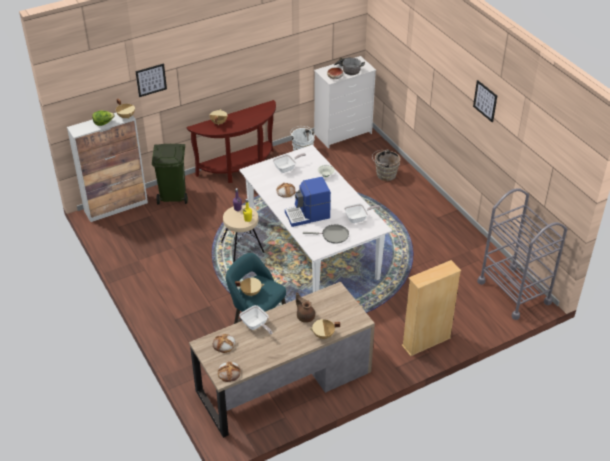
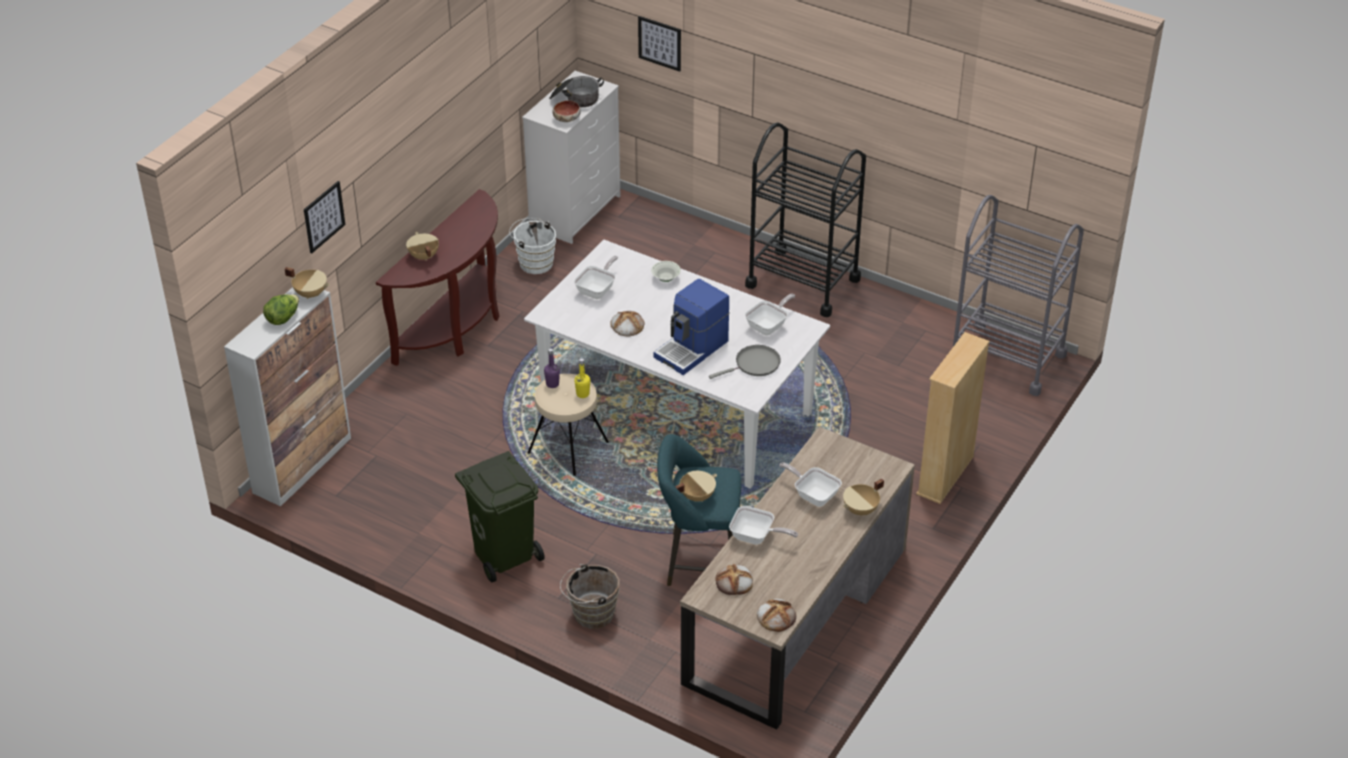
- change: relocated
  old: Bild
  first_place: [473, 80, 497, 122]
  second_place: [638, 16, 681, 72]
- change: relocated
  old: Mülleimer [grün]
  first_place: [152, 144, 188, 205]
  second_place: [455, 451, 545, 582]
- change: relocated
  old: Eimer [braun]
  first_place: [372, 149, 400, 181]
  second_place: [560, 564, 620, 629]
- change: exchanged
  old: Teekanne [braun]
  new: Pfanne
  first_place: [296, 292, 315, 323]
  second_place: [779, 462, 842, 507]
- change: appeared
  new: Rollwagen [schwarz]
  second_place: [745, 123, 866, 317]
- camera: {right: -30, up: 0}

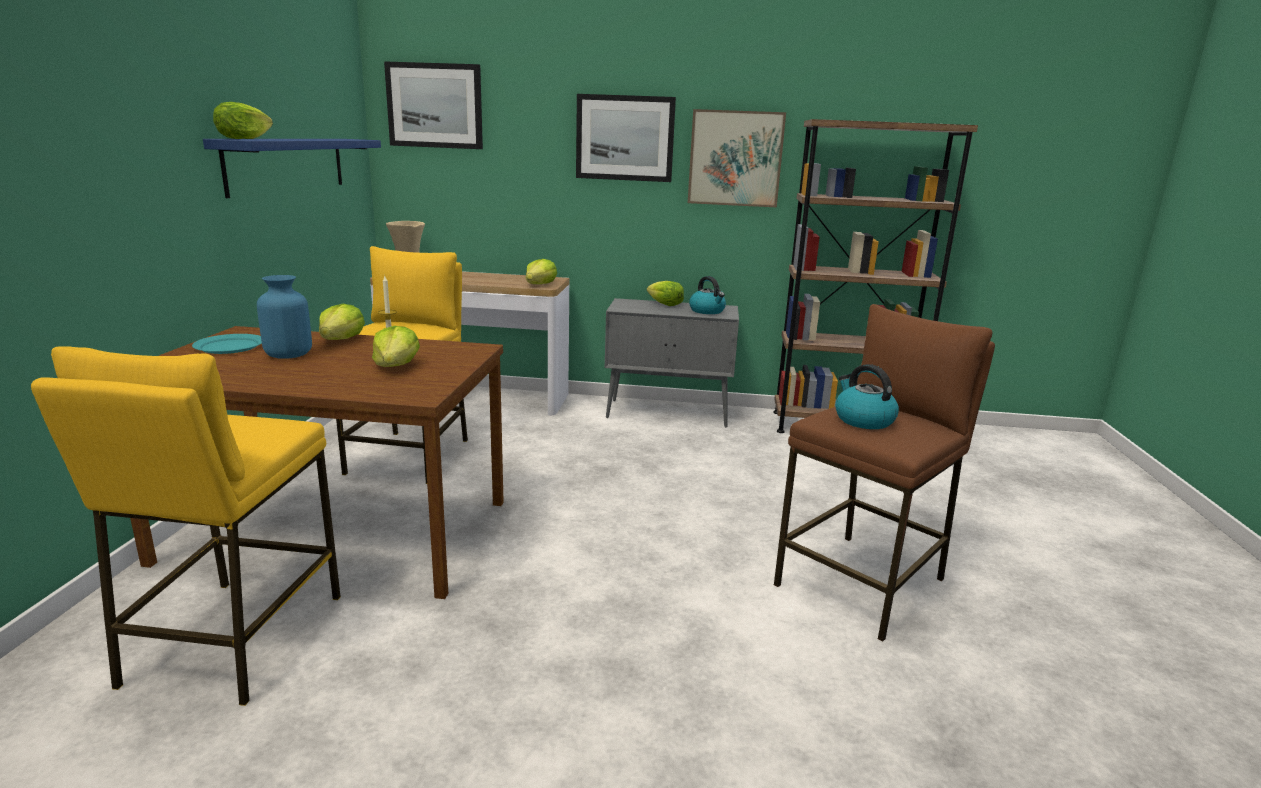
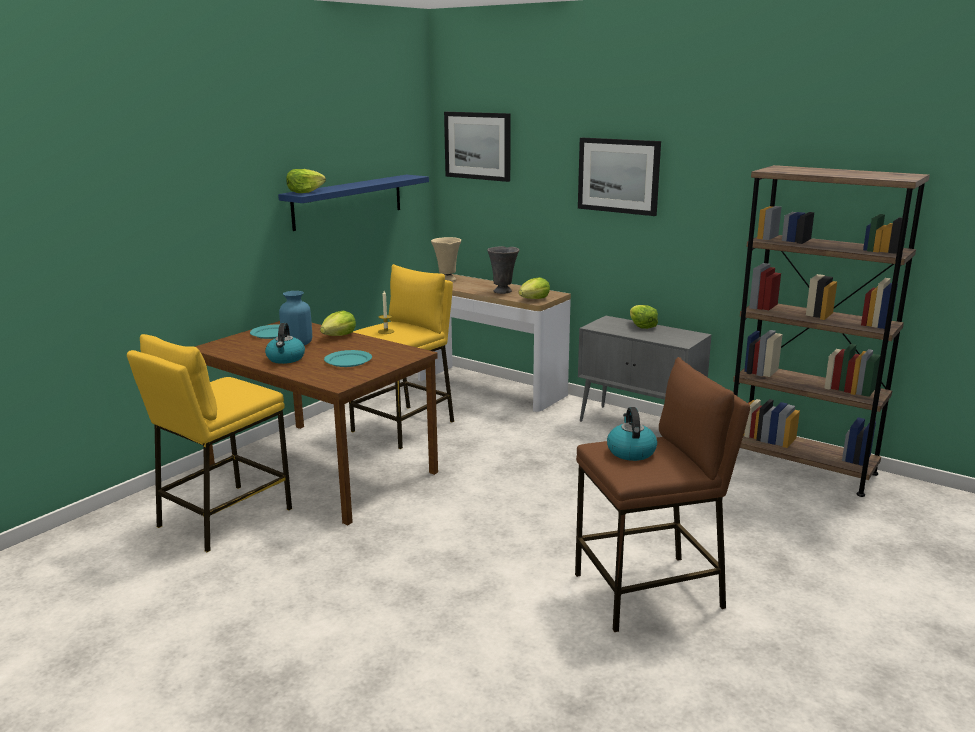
- change: missing
  old: Bild
  first_place: [688, 109, 786, 207]
- change: relocated
  old: Wasserkessel
  first_place: [689, 276, 726, 314]
  second_place: [265, 323, 305, 364]
- change: exchanged
  old: Salatkopf
  new: Teller [türkis]
  first_place: [372, 326, 420, 367]
  second_place: [324, 350, 372, 367]
- change: appeared
  new: Vase [grau]
  second_place: [487, 246, 519, 294]
- camera: {right: 30, up: 0}

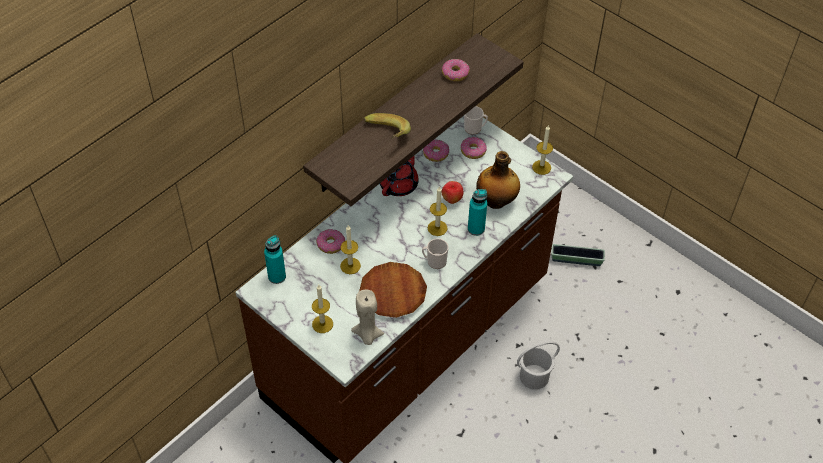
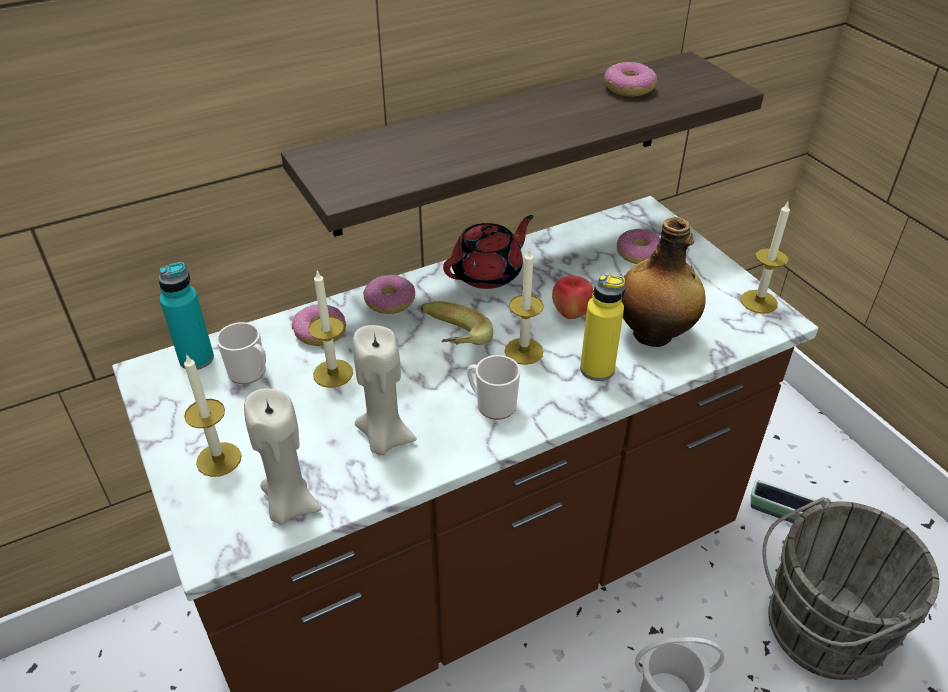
- change: relocated
  old: Henkelbecher
  first_place: [464, 106, 488, 135]
  second_place: [216, 322, 266, 384]
- change: relocated
  old: Banane
  first_place: [364, 113, 411, 138]
  second_place: [421, 301, 493, 345]
- change: relocated
  old: Donut
  first_place: [423, 139, 449, 162]
  second_place: [363, 275, 415, 314]
- change: colour
  old: Flasche [türkis]
  new: Flasche [gelb]
  first_place: [468, 189, 487, 236]
  second_place: [580, 274, 625, 381]
- change: exchanged
  old: Teller [braun]
  new: Kerze [beige]
  first_place: [359, 262, 427, 318]
  second_place: [353, 325, 417, 455]
- change: appeared
  new: Eimer [grau]
  second_place: [762, 497, 940, 680]
- camera: {right: 20, up: -10}

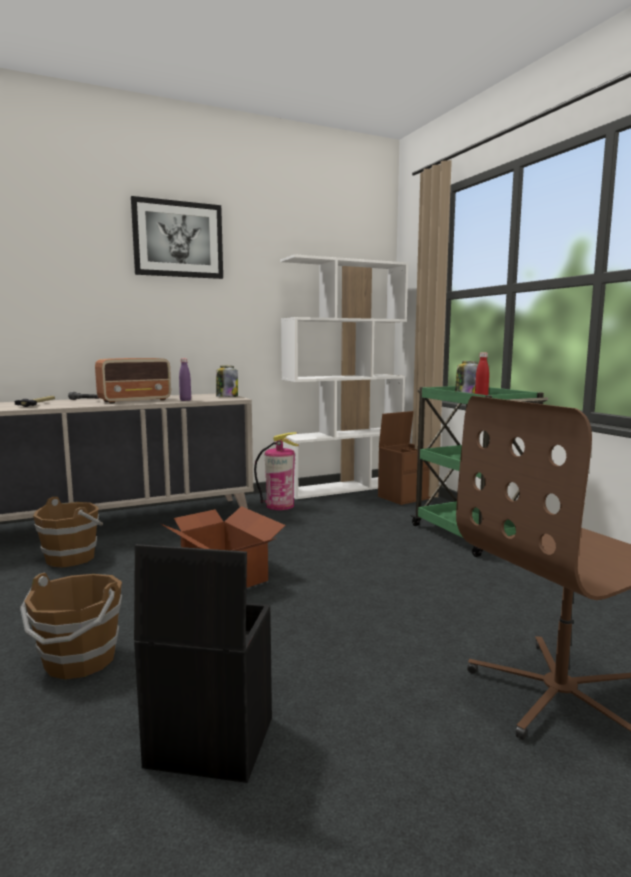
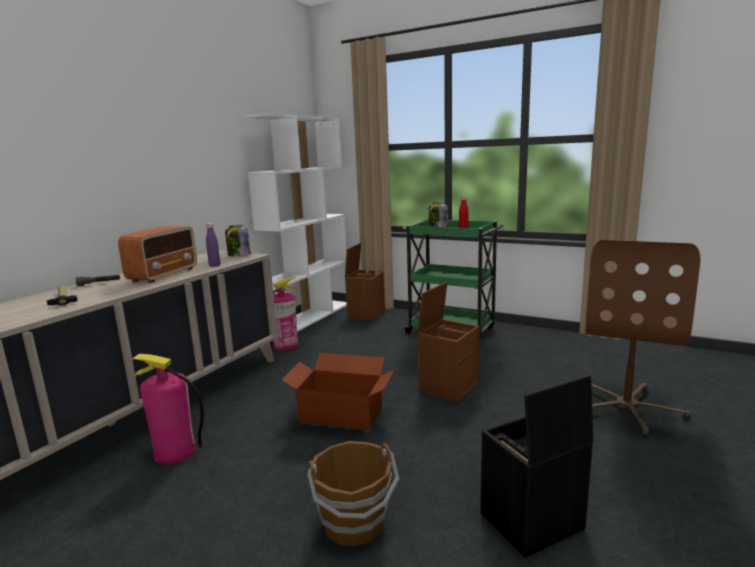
- change: missing
  old: Bild
  first_place: [131, 196, 223, 279]
- change: exchanged
  old: Eimer [braun]
  new: Feuerlöscher
  first_place: [33, 497, 103, 568]
  second_place: [132, 354, 204, 465]
- change: appeared
  new: Aufbewahrungsbox [braun]
  second_place: [417, 282, 480, 402]
- camera: {right: -35, up: 5}

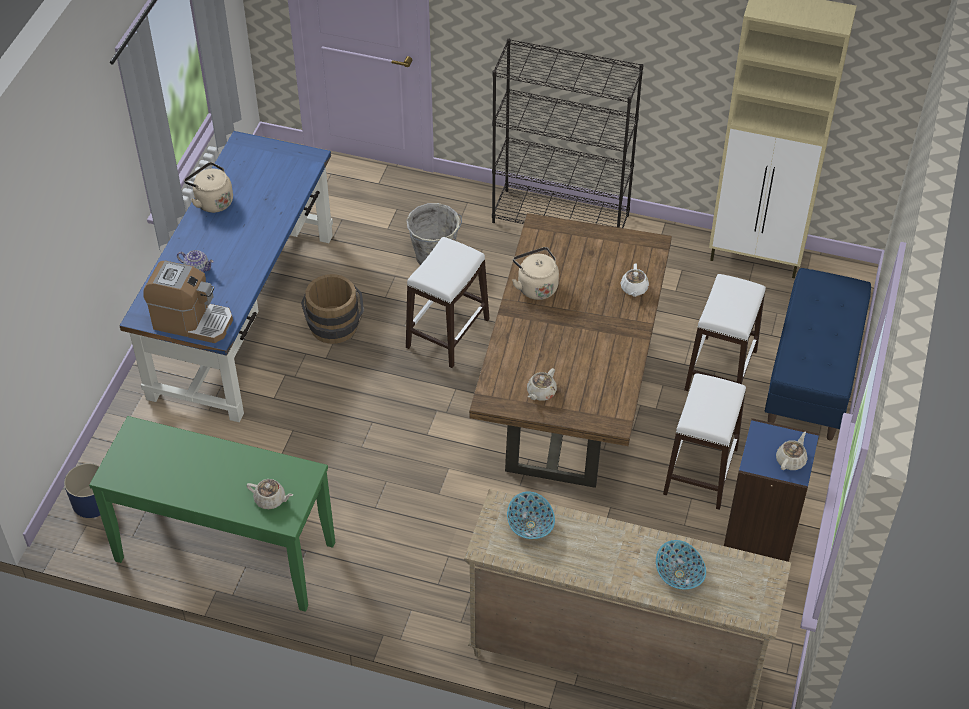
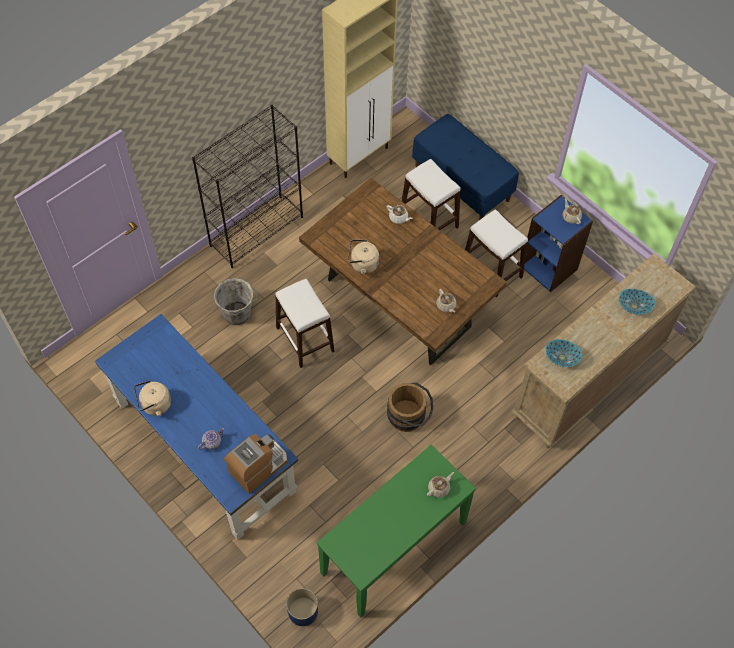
- change: relocated
  old: Eimer [braun]
  first_place: [301, 274, 364, 344]
  second_place: [387, 382, 433, 432]
- camera: {right: -60, up: 10}

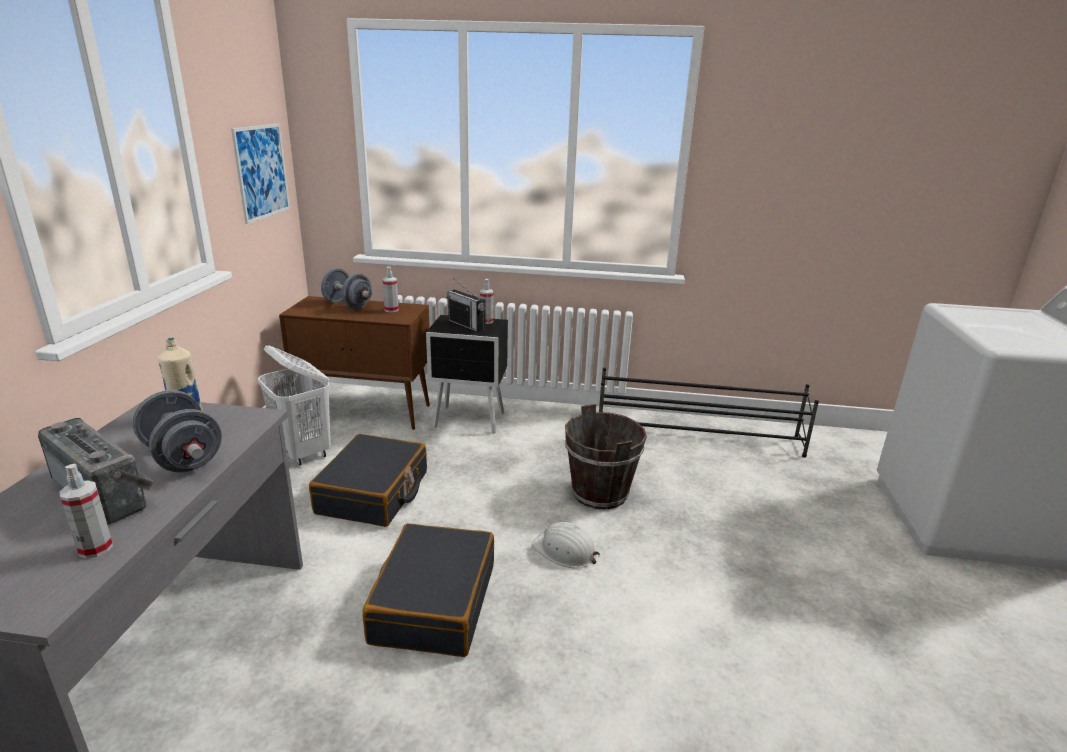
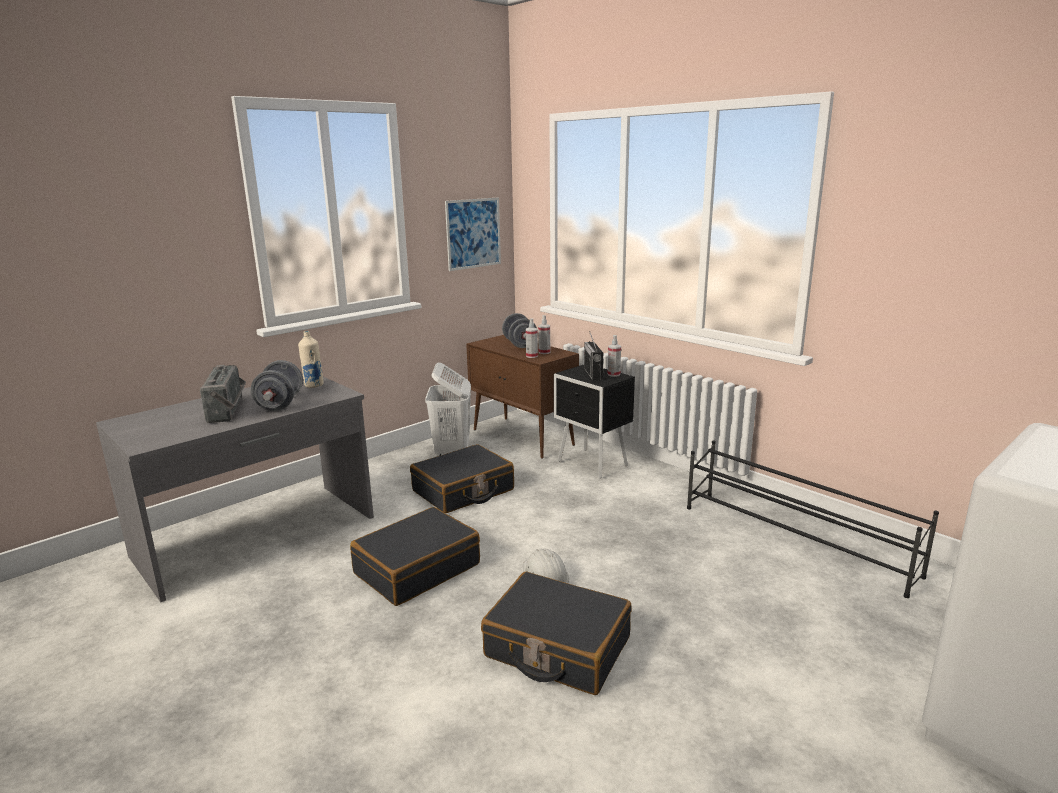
- change: missing
  old: Eimer [braun]
  first_place: [565, 404, 647, 509]
- change: relocated
  old: Sprühflasche
  first_place: [59, 464, 113, 559]
  second_place: [526, 318, 538, 358]
- change: appeared
  new: Koffer [schwarz]
  second_place: [481, 572, 631, 695]
- camera: {right: 40, up: -5}

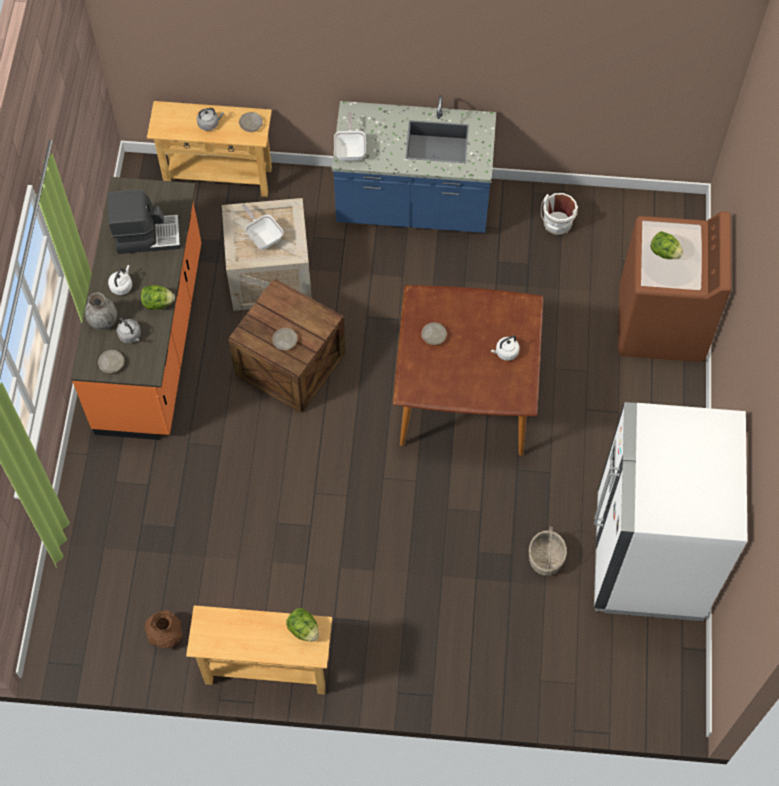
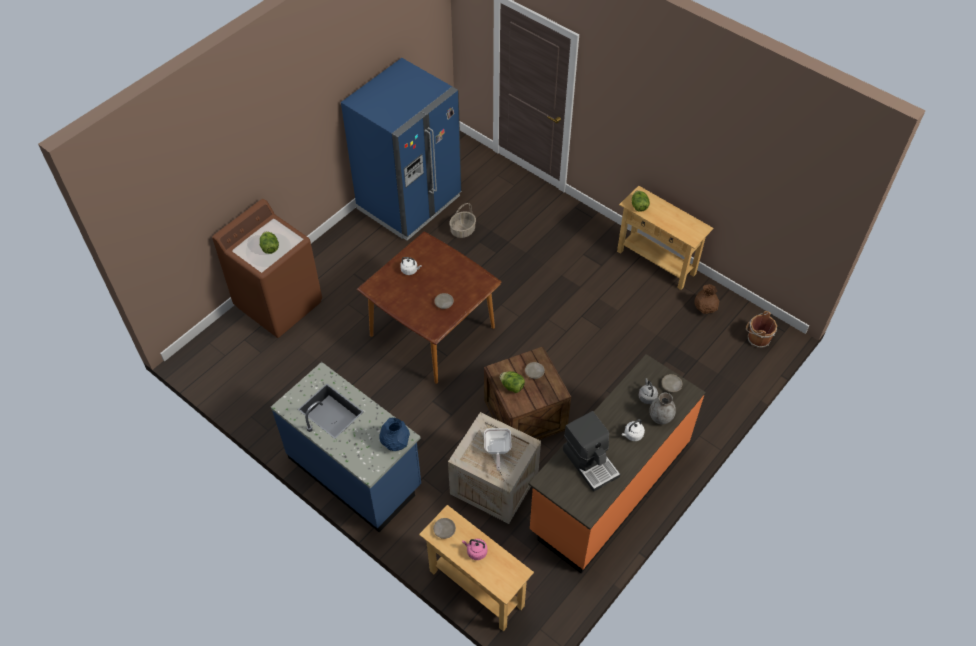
- change: colour
  old: Wasserkessel [grau]
  new: Wasserkessel [rosa]
  first_place: [197, 108, 224, 131]
  second_place: [462, 539, 487, 560]
- change: exchanged
  old: Pfanne
  new: Vase [blau]
  first_place: [334, 112, 366, 161]
  second_place: [379, 417, 410, 451]
- change: spun
  old: Kaffeemaschine
  first_place: [108, 189, 181, 254]
  second_place: [563, 411, 620, 492]
  degrees: -150
- change: missing
  old: Eimer [weiß]
  first_place: [541, 193, 578, 235]
- change: relocated
  old: Salatkopf
  first_place: [141, 285, 175, 310]
  second_place: [500, 371, 525, 393]
- change: colour
  old: Kühlschrank [weiß]
  new: Kühlschrank [blau]
  first_place: [594, 402, 747, 621]
  second_place: [341, 58, 462, 241]
- change: appeared
  new: Eimer [braun]
  second_place: [746, 311, 777, 348]
- camera: {right: -145, up: -10}

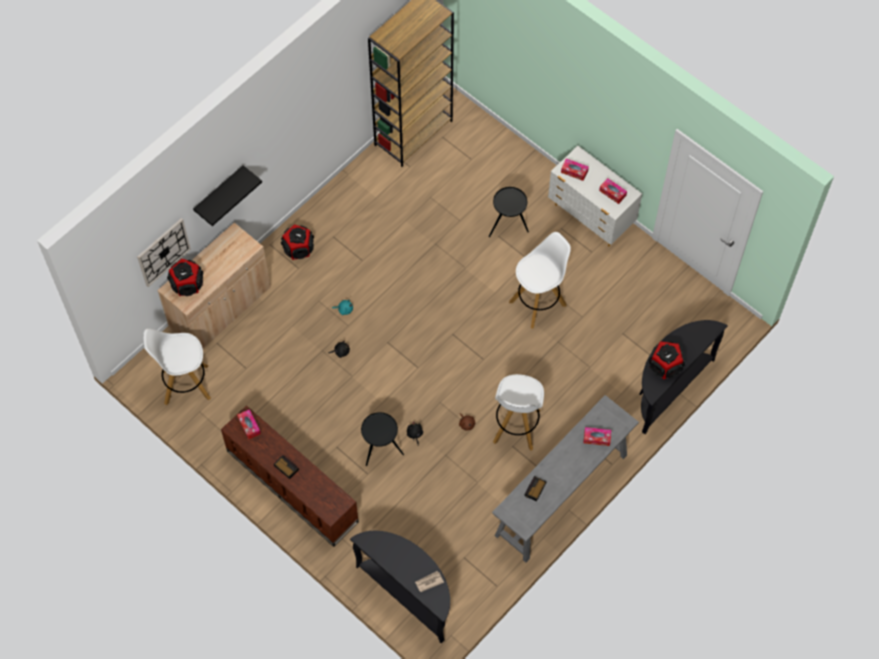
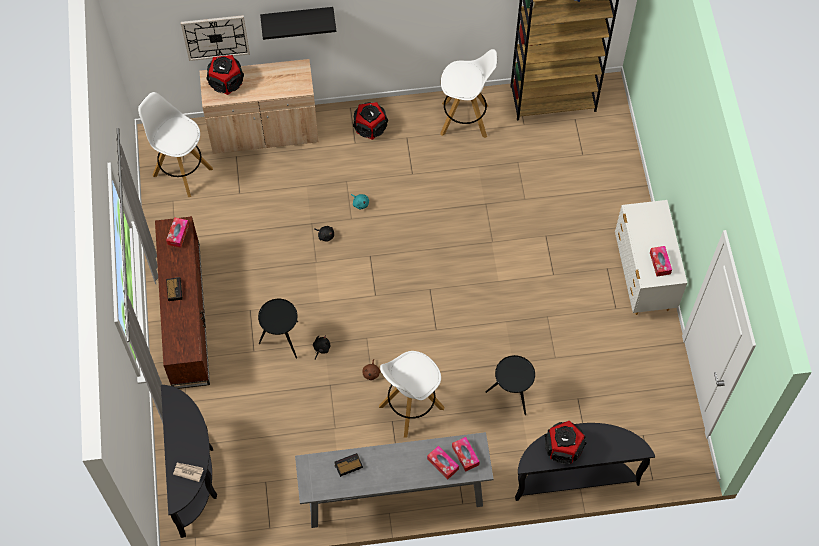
- change: relocated
  old: Taschentuchbox
  first_place: [561, 159, 589, 181]
  second_place: [452, 437, 480, 472]
- change: relocated
  old: Beistelltisch [schwarz]
  first_place: [489, 187, 529, 237]
  second_place: [486, 355, 535, 415]
- change: relocated
  old: Hocker [weiß]
  first_place: [509, 232, 571, 329]
  second_place: [440, 49, 497, 138]
- camera: {right: 40, up: 0}

